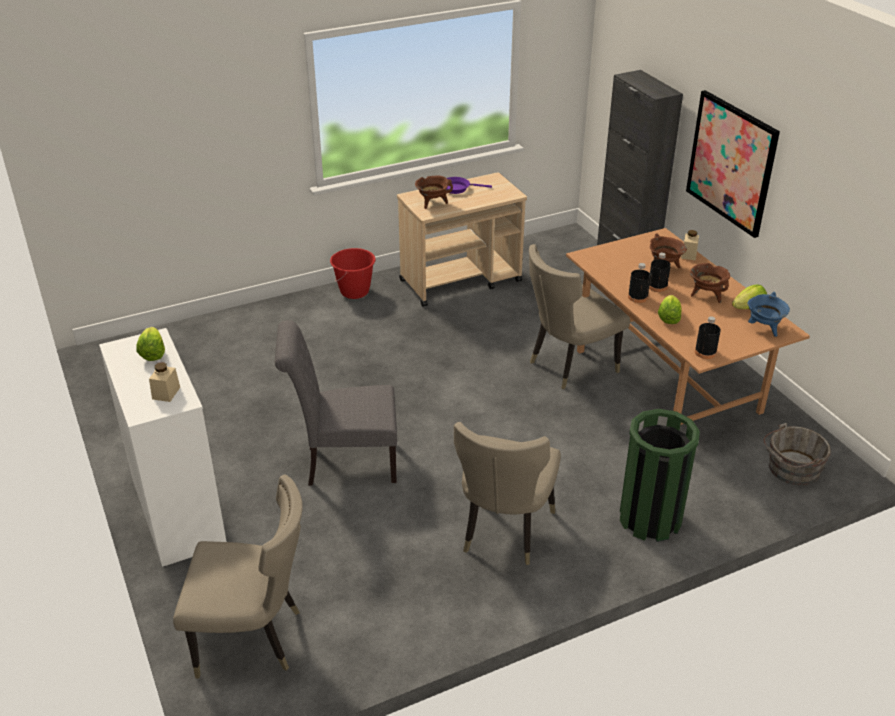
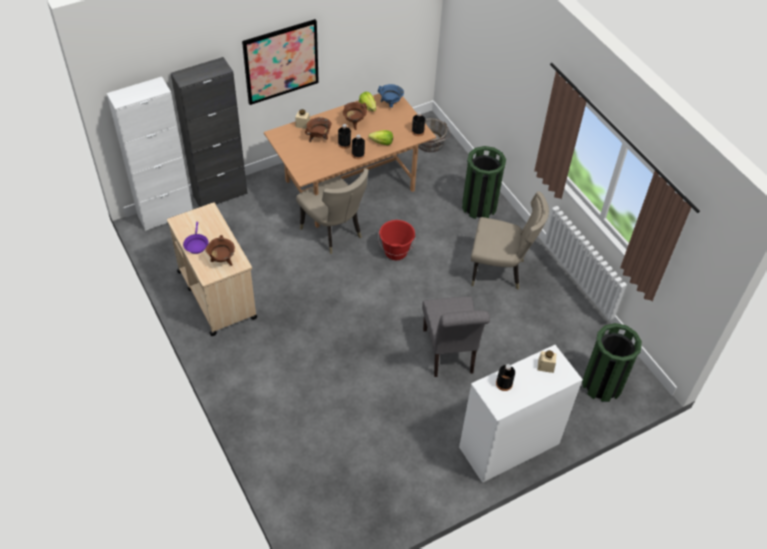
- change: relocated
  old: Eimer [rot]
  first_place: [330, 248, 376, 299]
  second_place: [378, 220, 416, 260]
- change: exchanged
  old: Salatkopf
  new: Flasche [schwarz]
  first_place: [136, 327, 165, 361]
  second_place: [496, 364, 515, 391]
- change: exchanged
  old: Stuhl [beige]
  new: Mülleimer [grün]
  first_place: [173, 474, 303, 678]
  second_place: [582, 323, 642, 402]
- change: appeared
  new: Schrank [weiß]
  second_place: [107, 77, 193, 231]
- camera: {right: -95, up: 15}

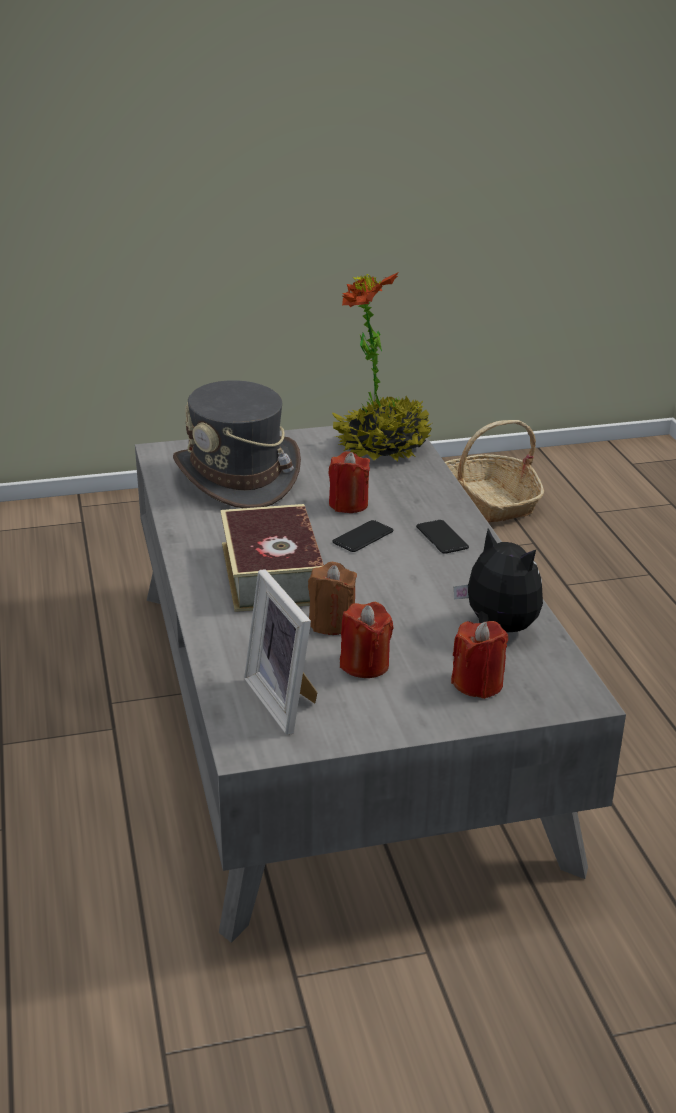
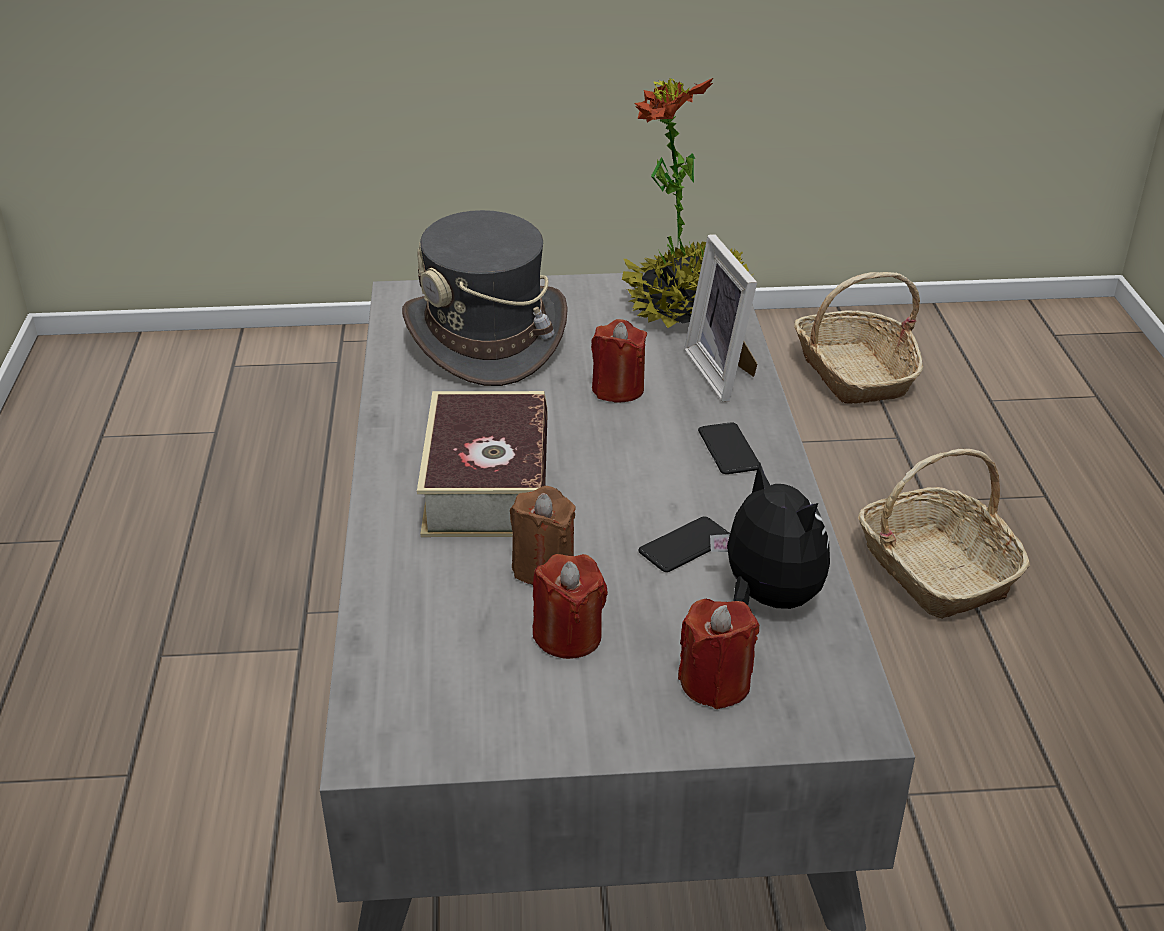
- change: relocated
  old: Handy
  first_place: [333, 520, 393, 552]
  second_place: [639, 516, 730, 572]
- change: relocated
  old: Bilderrahmen
  first_place: [244, 569, 318, 735]
  second_place: [684, 235, 758, 402]
- change: appeared
  new: Korb
  second_place: [858, 449, 1030, 619]
- camera: {right: 10, up: 5}

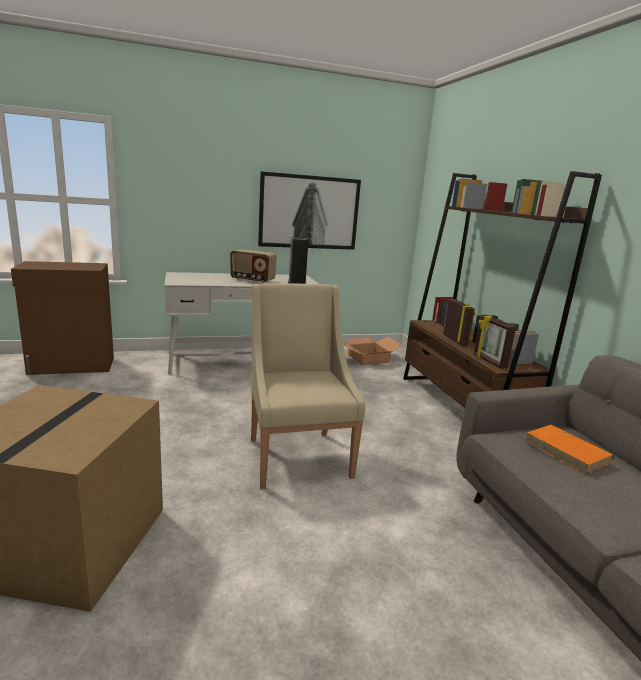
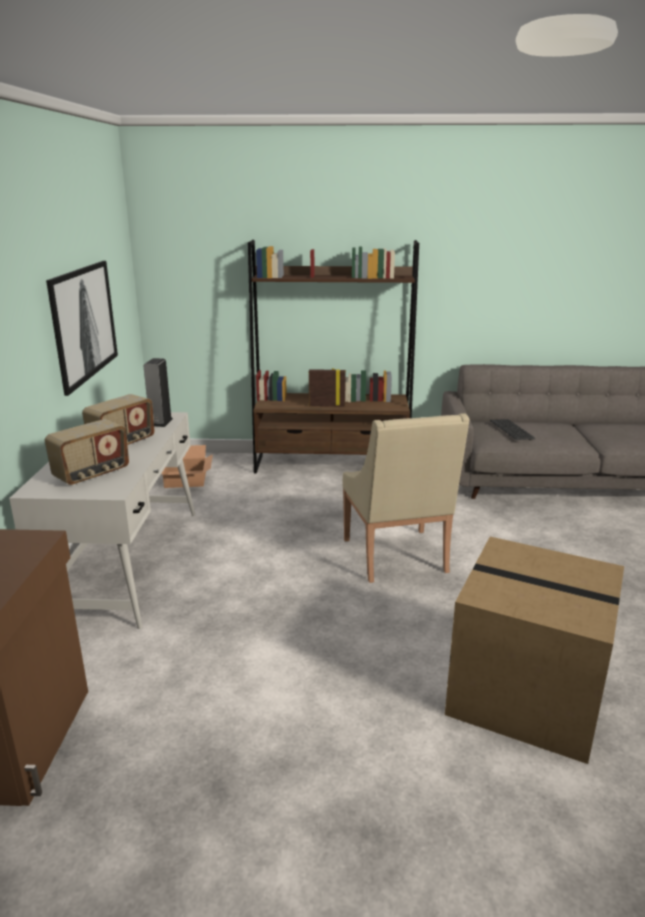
- change: spun
  old: Sessel [beige]
  first_place: [251, 283, 366, 489]
  second_place: [343, 413, 469, 583]
  degrees: -105
- change: missing
  old: Bilderrahmen
  first_place: [474, 315, 516, 369]
- change: exchanged
  old: Buch [orange]
  new: Tastatur
  first_place: [525, 425, 614, 475]
  second_place: [490, 419, 535, 440]
- change: appeared
  new: Radio
  second_place: [45, 419, 129, 485]
- camera: {right: -70, up: 5}

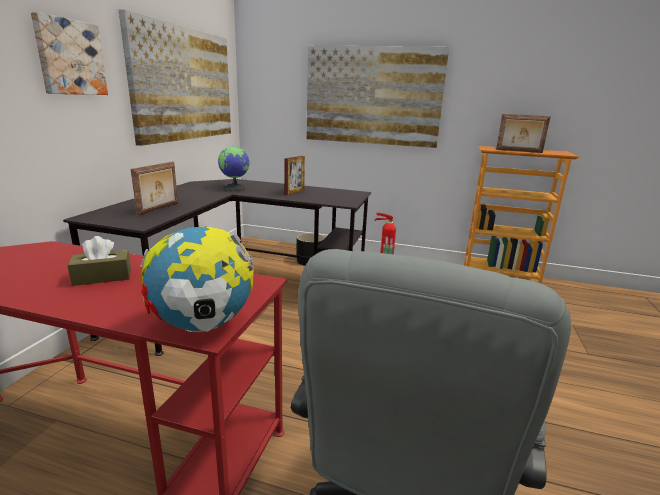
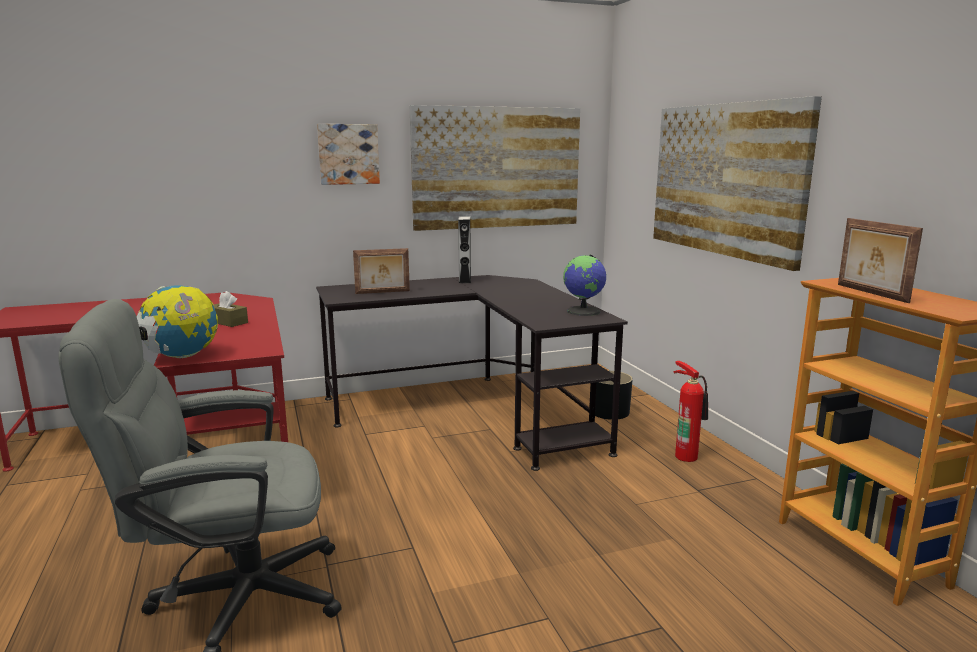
- change: relocated
  old: Globus
  first_place: [218, 146, 250, 191]
  second_place: [563, 254, 606, 316]
- change: missing
  old: Bilderrahmen
  first_place: [284, 156, 305, 195]
- change: appeared
  new: Lautsprecher [grau]
  second_place: [458, 216, 471, 283]
- camera: {right: 55, up: -5}

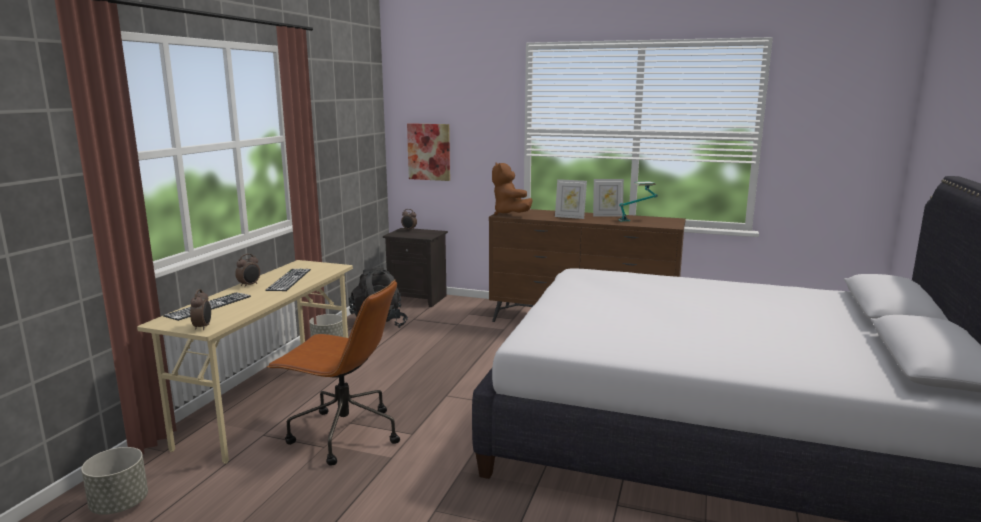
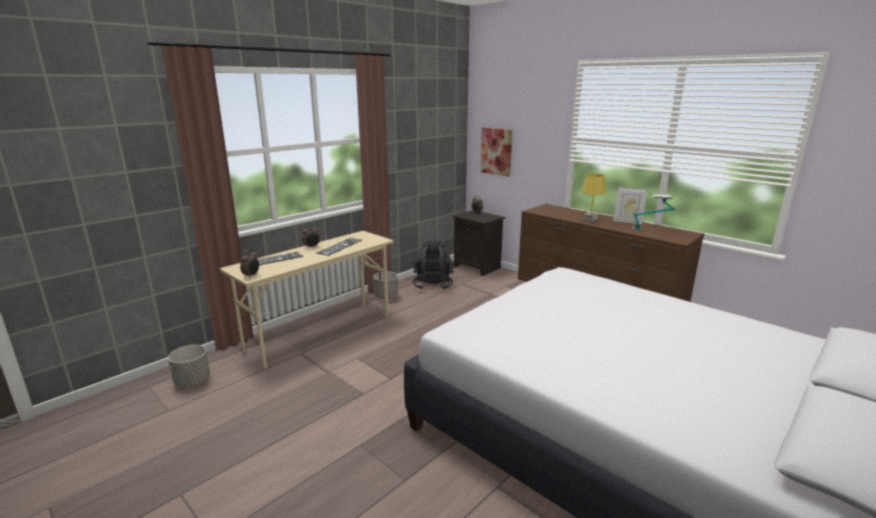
- change: missing
  old: Plüschtier [braun]
  first_place: [492, 162, 532, 215]
- change: exchanged
  old: Bilderrahmen
  new: Tischlampe [gelb]
  first_place: [555, 179, 587, 219]
  second_place: [582, 174, 606, 221]
- change: missing
  old: Bürostuhl [braun]
  first_place: [267, 280, 400, 466]
- camera: {right: 25, up: 5}

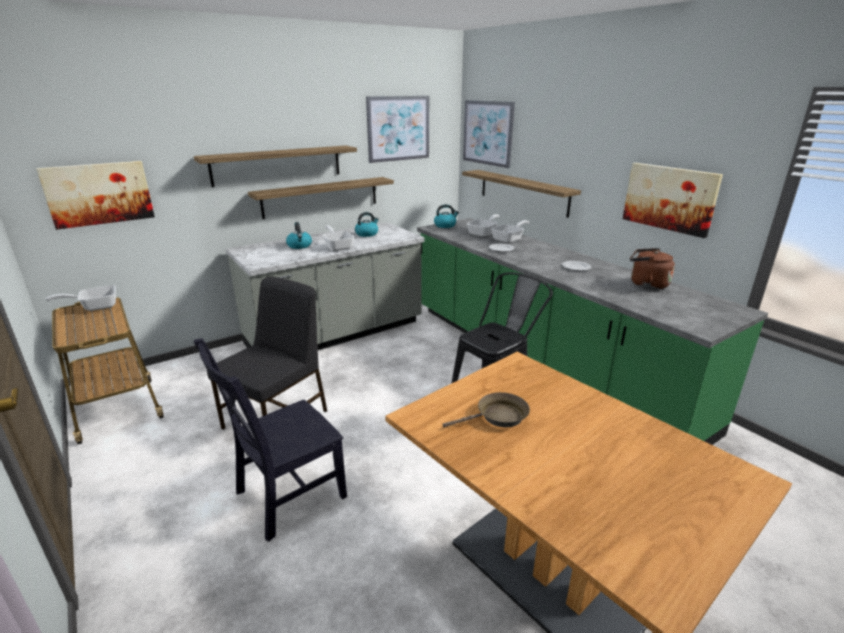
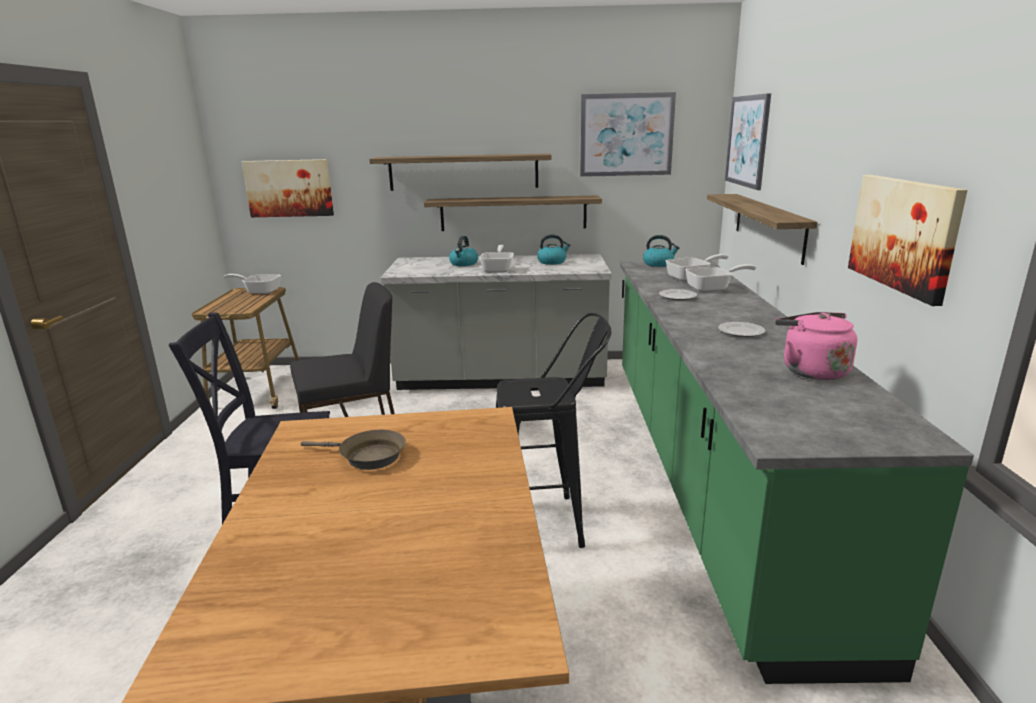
- change: colour
  old: Wasserkessel [braun]
  new: Wasserkessel [rosa]
  first_place: [630, 248, 675, 290]
  second_place: [775, 312, 857, 380]
- camera: {right: 35, up: -5}

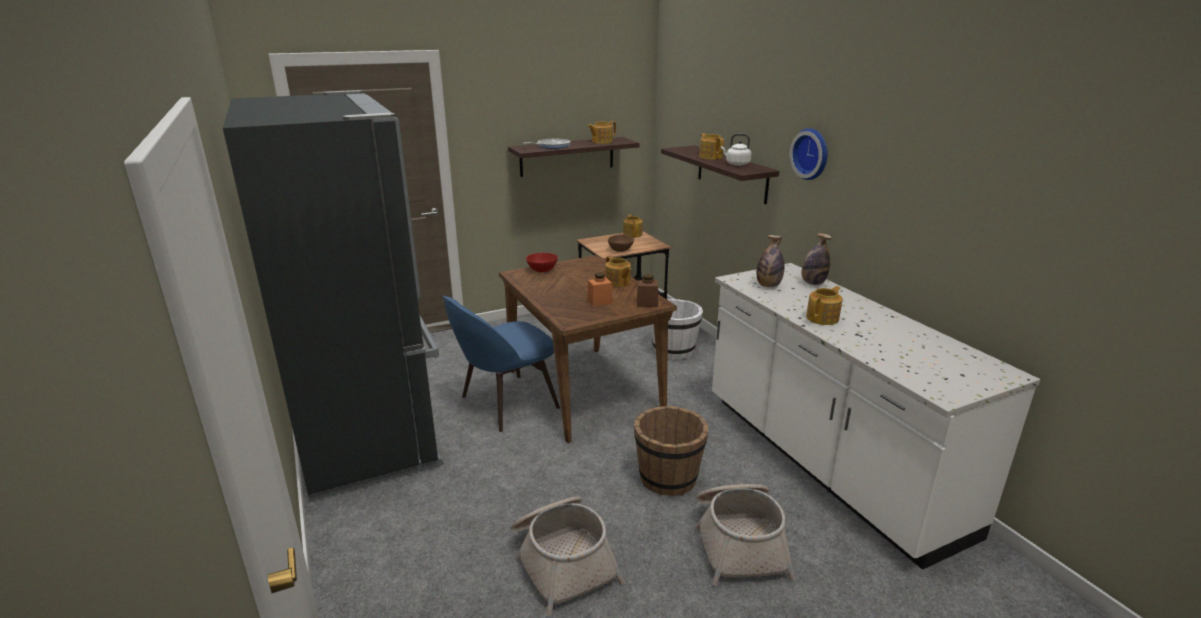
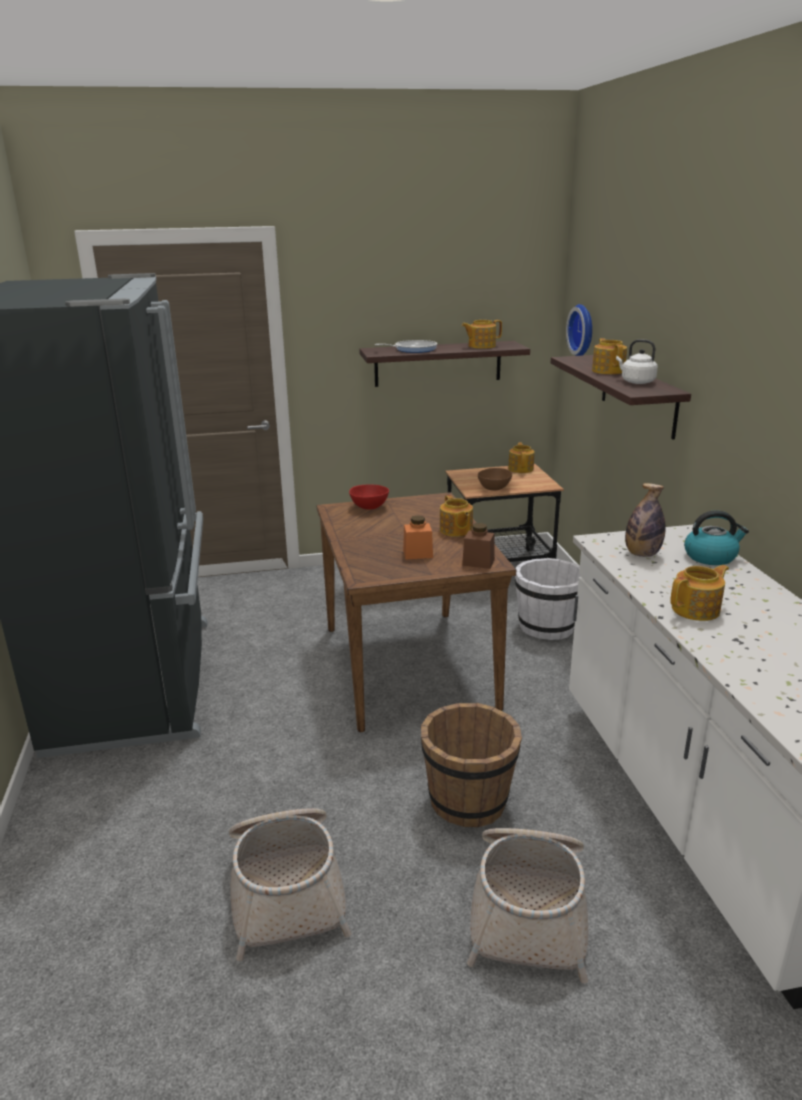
- change: relocated
  old: Wanduhr
  first_place: [790, 128, 828, 180]
  second_place: [566, 304, 592, 356]
- change: exchanged
  old: Flasche
  new: Wasserkessel
  first_place: [802, 233, 832, 285]
  second_place: [684, 510, 749, 565]
- change: missing
  old: Stuhl [blau]
  first_place: [443, 296, 560, 432]
- camera: {right: 15, up: 0}

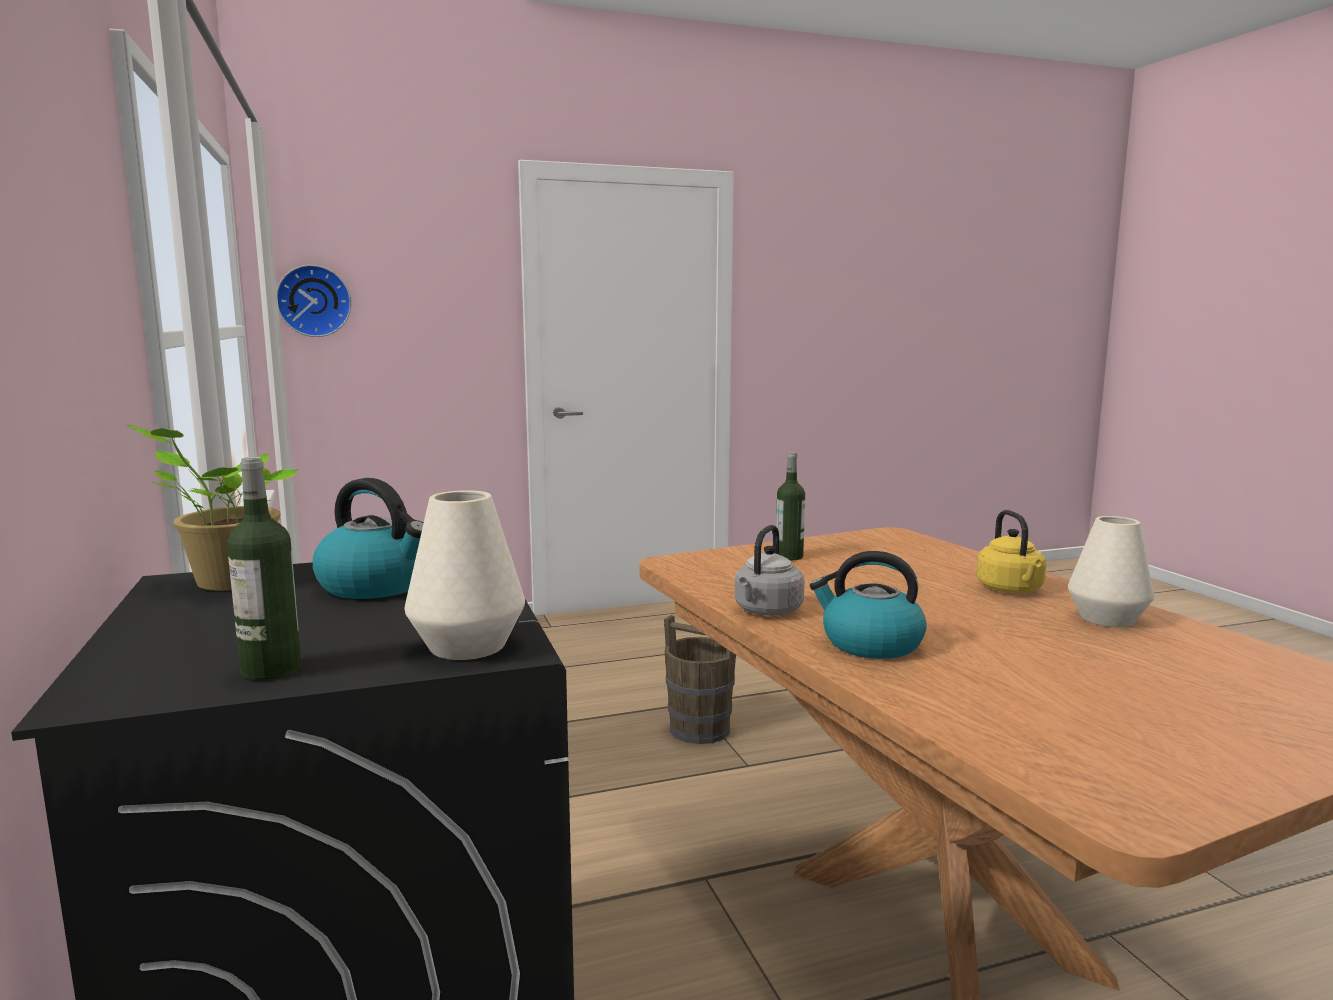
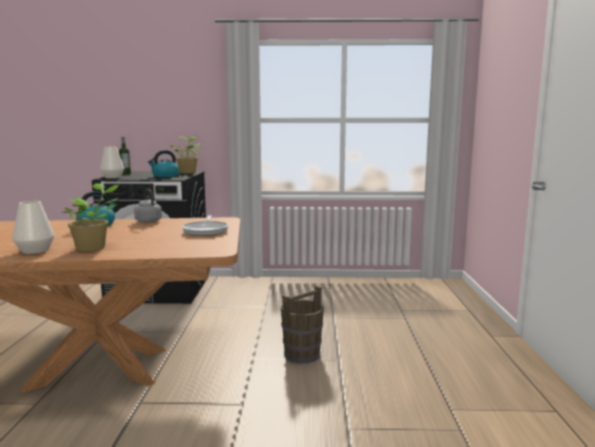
- change: missing
  old: Wanduhr
  first_place: [277, 265, 352, 337]
- change: exchanged
  old: Flasche
  new: Pfanne
  first_place: [776, 452, 805, 560]
  second_place: [182, 215, 228, 236]
- change: exchanged
  old: Wasserkessel [gelb]
  new: Topfpflanze
  first_place: [977, 510, 1046, 593]
  second_place: [62, 183, 119, 251]
- camera: {right: 110, up: 0}

